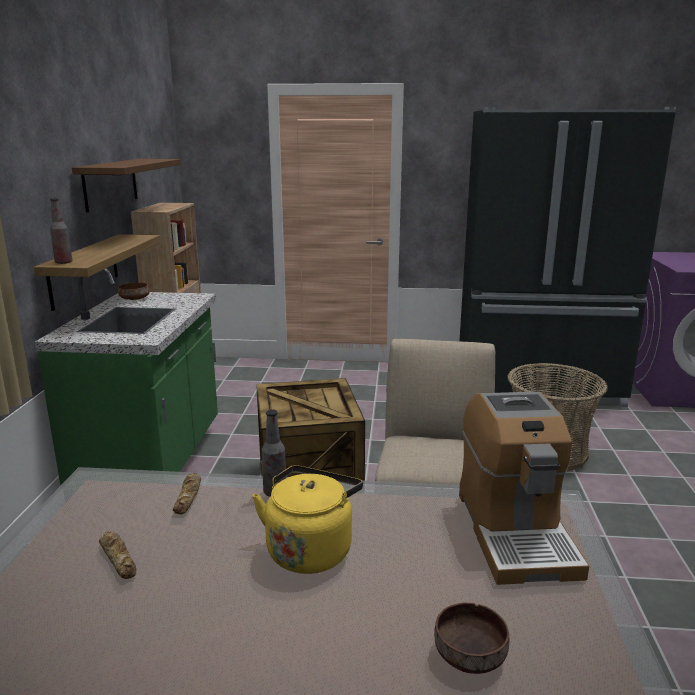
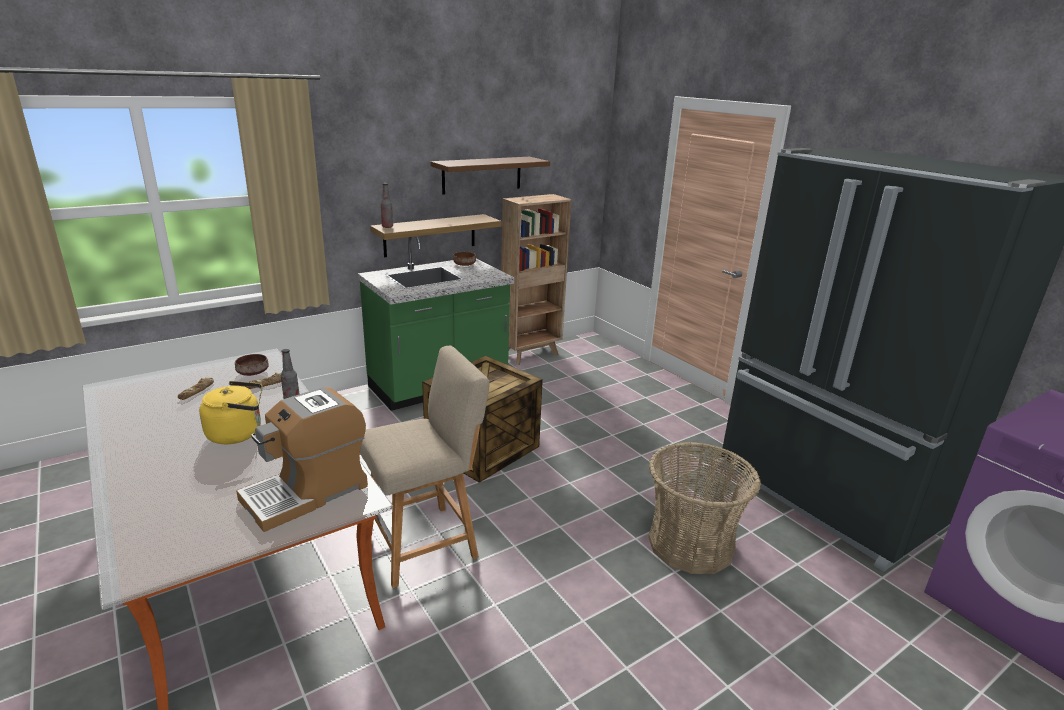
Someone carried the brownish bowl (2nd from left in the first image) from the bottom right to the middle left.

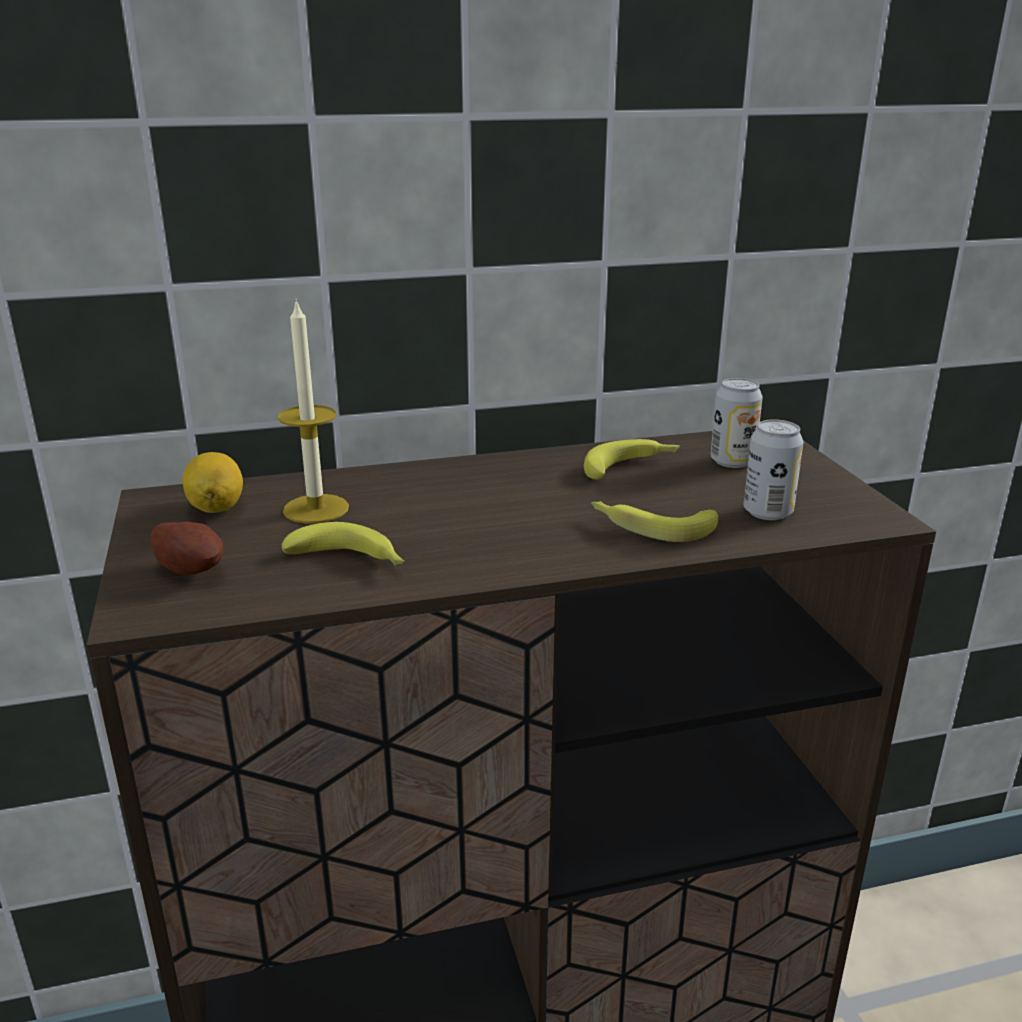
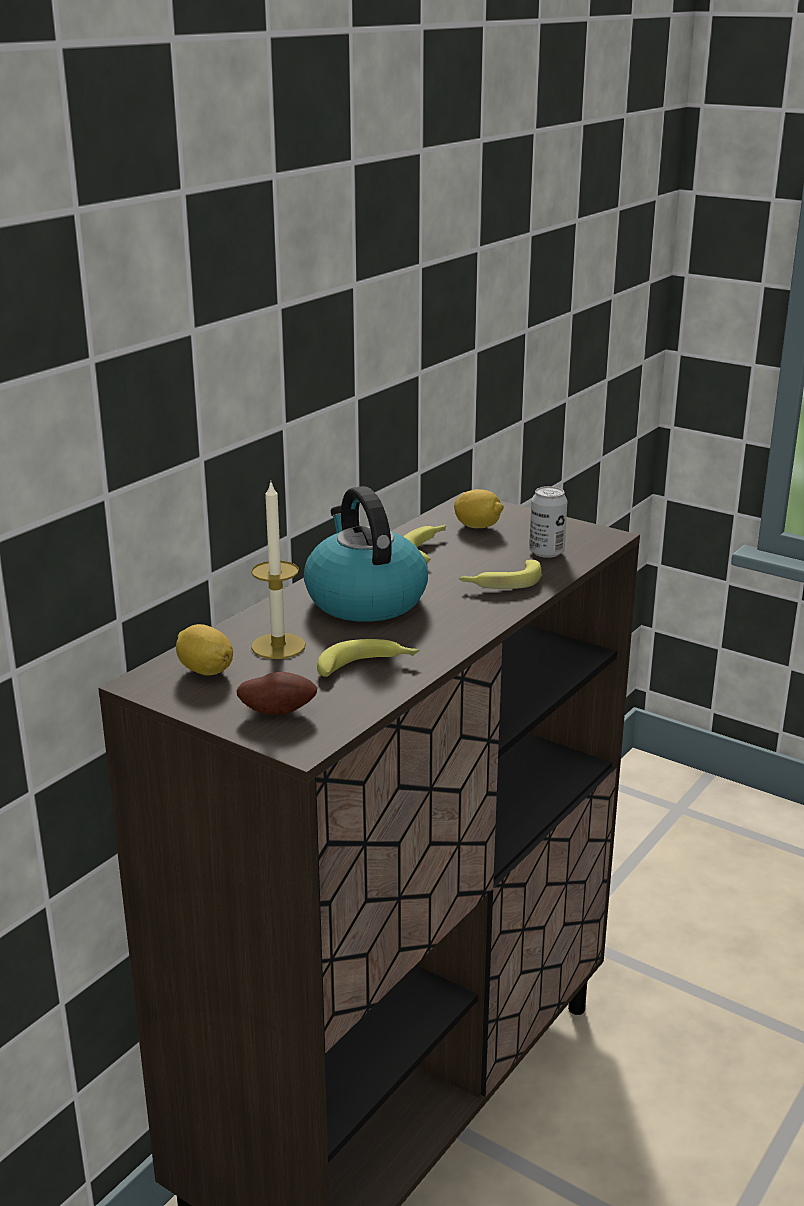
Someone swapped the sealed can (1st from left) at the middle right for the citrus fruit (2nd from left) at the centre.
Someone put down the water kettle at the centre.

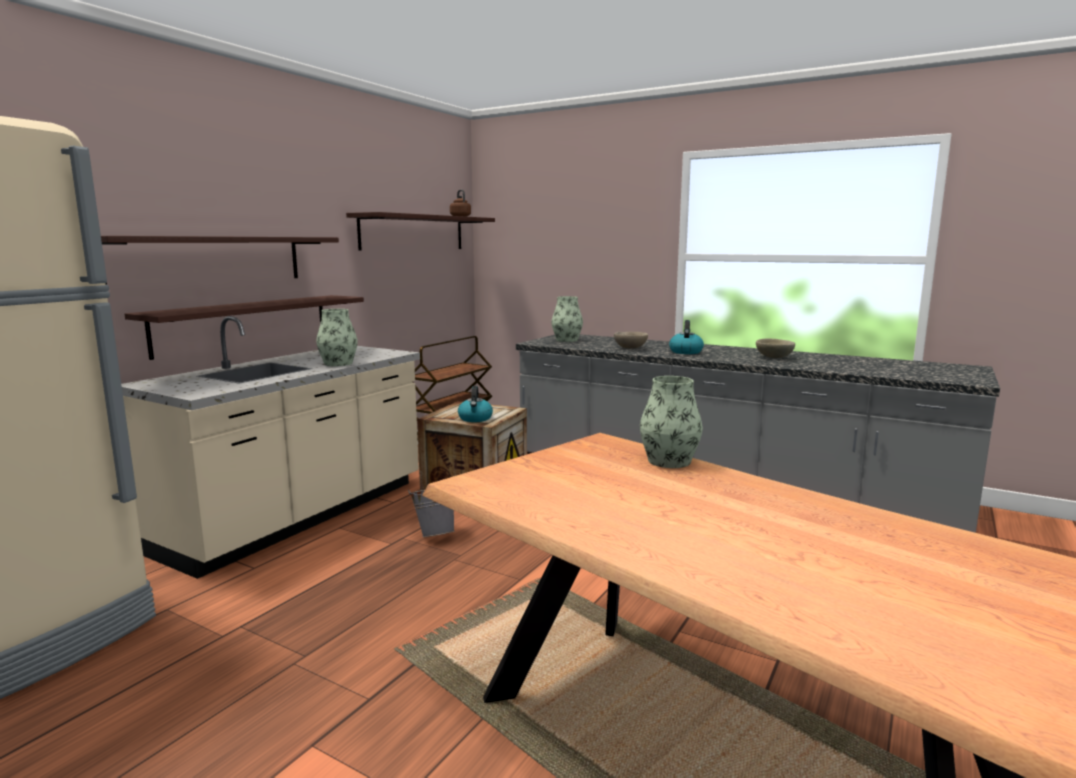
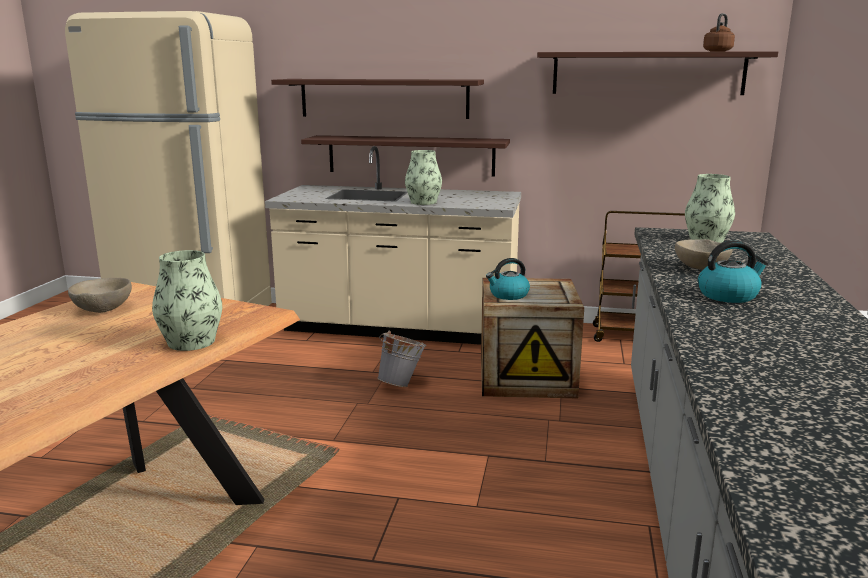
Someone carried the beige-coloured bowl (2nd from left in the first image) from the middle right to the middle left.

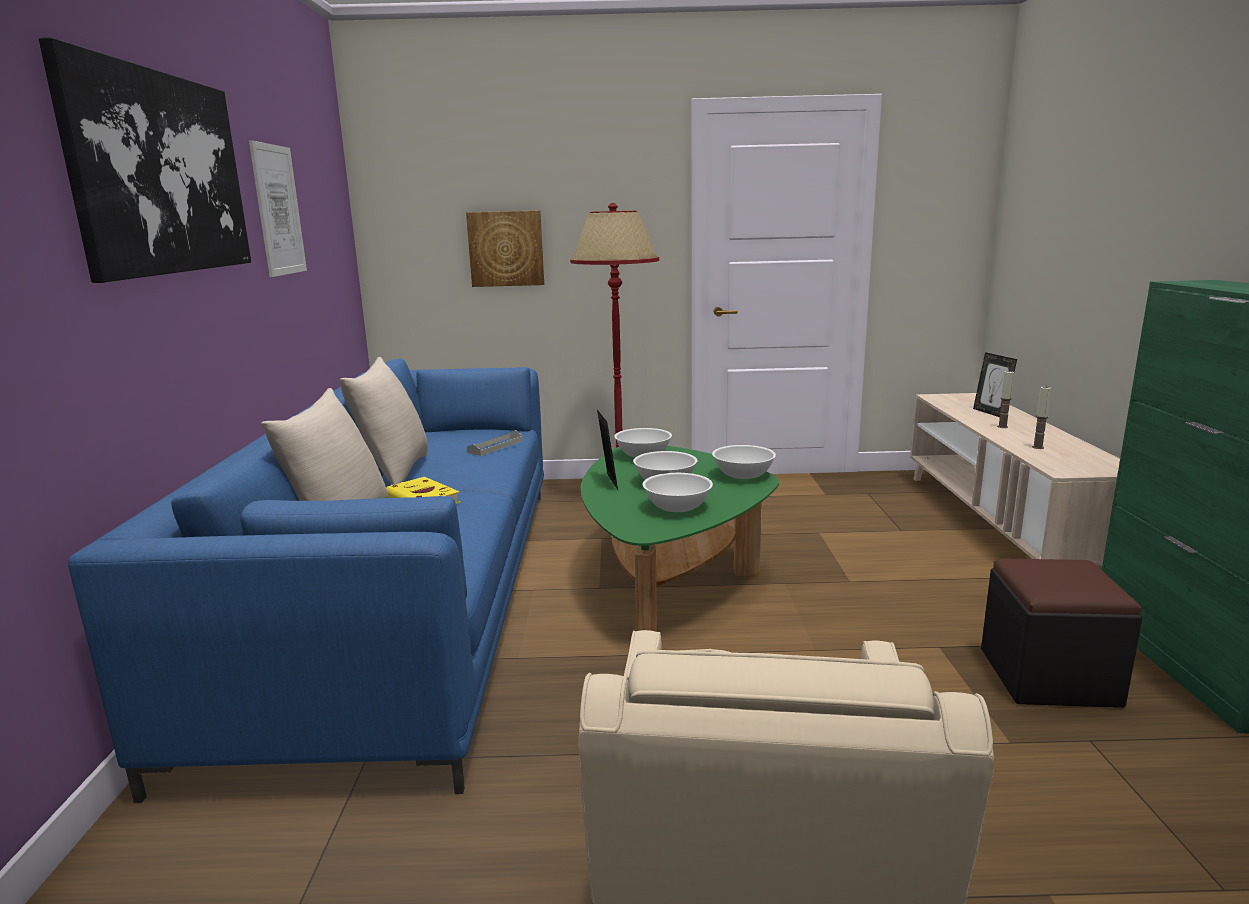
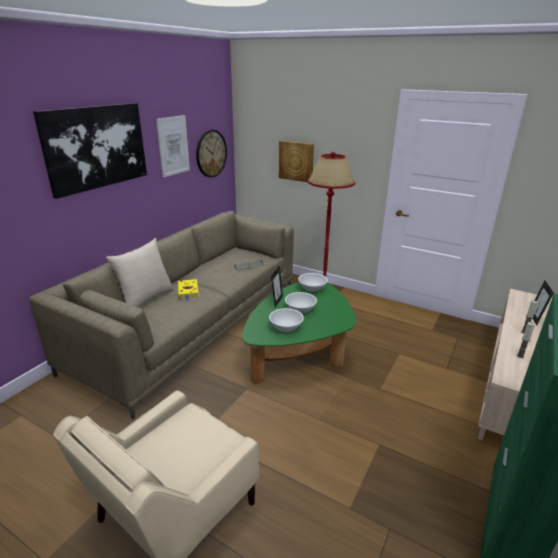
Someone took away the beige-coloured throw pillow (2nd from left) at the middle left.
Someone repainted the blue-coloured sofa at the middle left, which became the beige-coloured sofa at the middle left.
Someone took away the whitish bowl (4th from left) at the centre.
Someone took away the black-coloured pouffe at the bottom right.
Someone put up the hanging clock at the top centre.

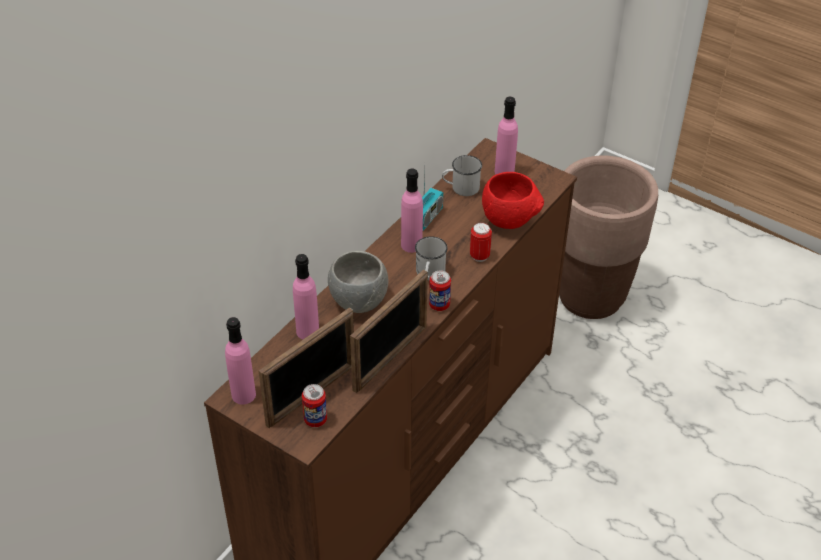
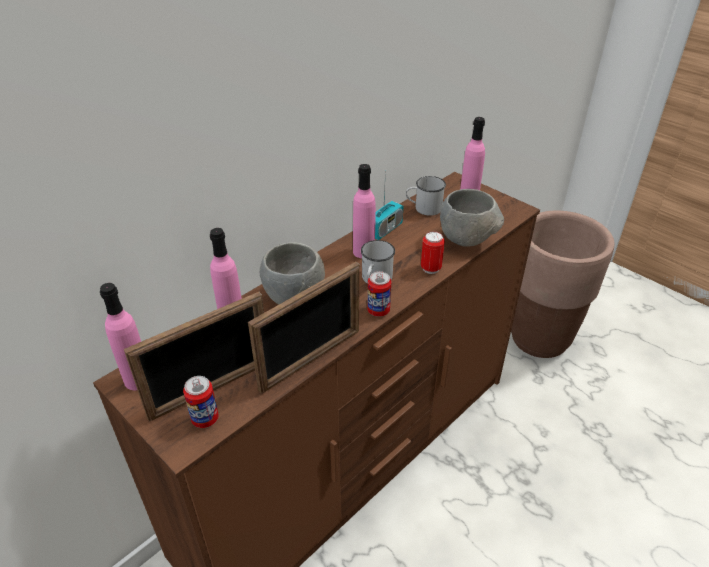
Someone repainted the red-coloured bowl at the centre, which became the greyish bowl (2nd from left) at the centre.

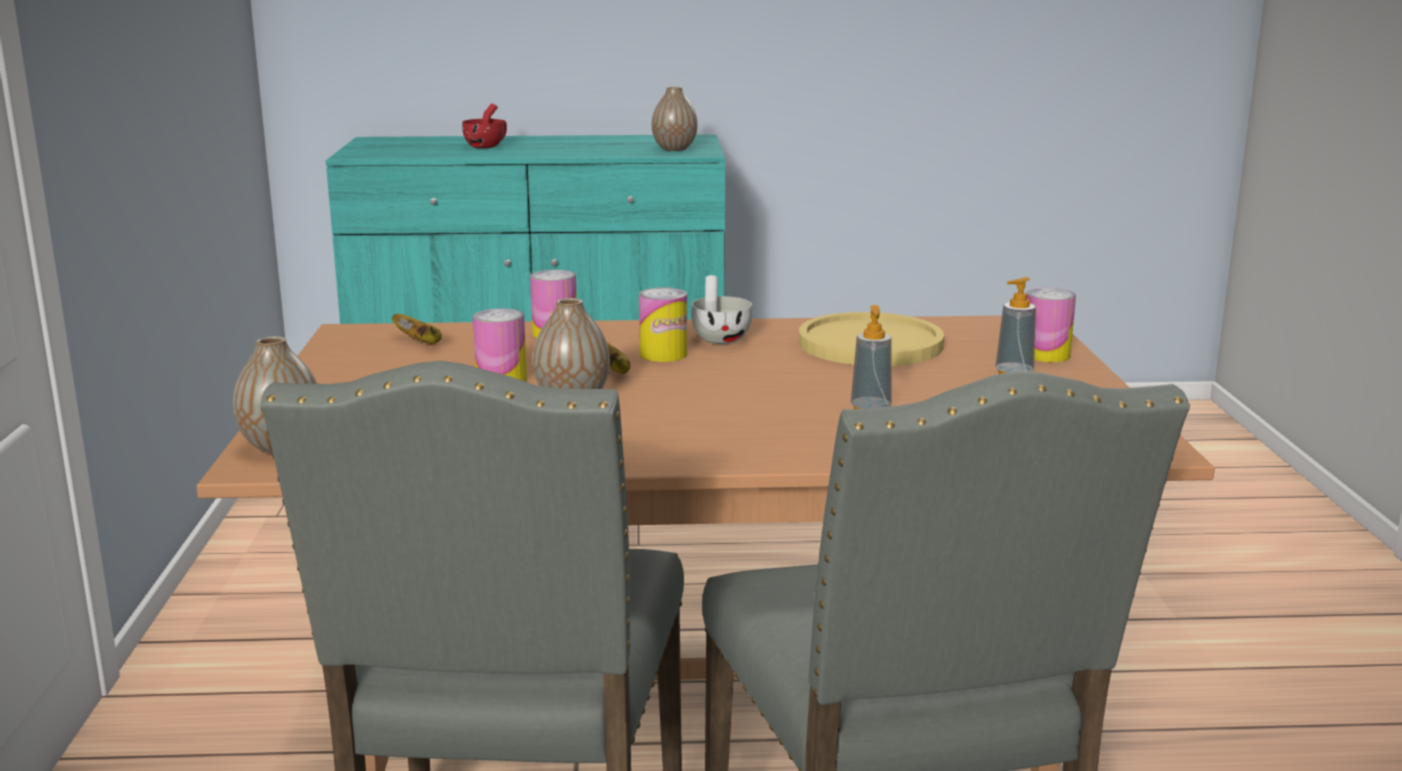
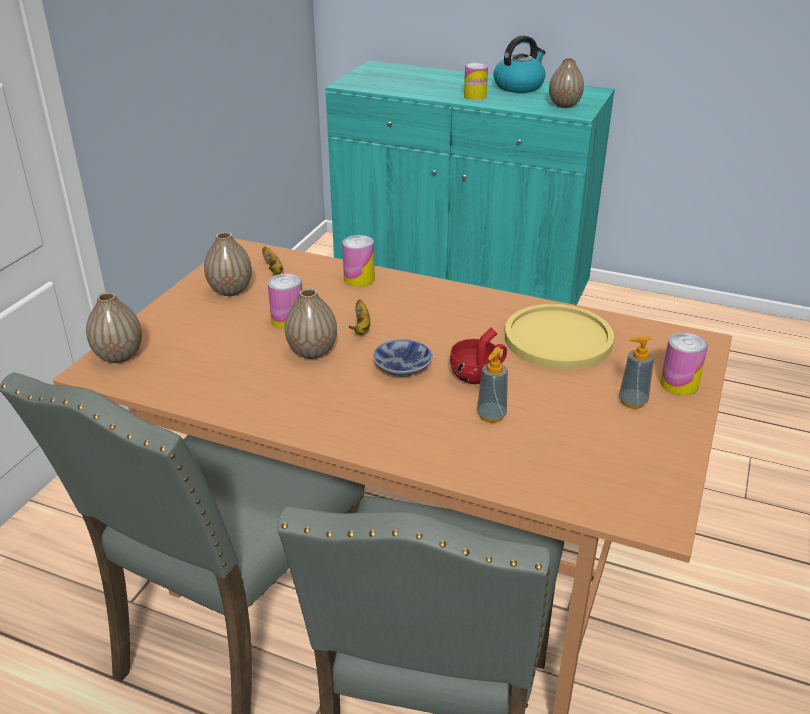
Someone carried the red-coloured small cup from the top centre to the centre.
Someone took away the whitish small cup at the centre.
Someone carried the sealed can (3rd from left) from the centre to the top centre.
Someone put down the water kettle at the top centre.
Someone put down the decorative vase (2nd from left) at the middle left.
Someone put down the bowl at the centre.

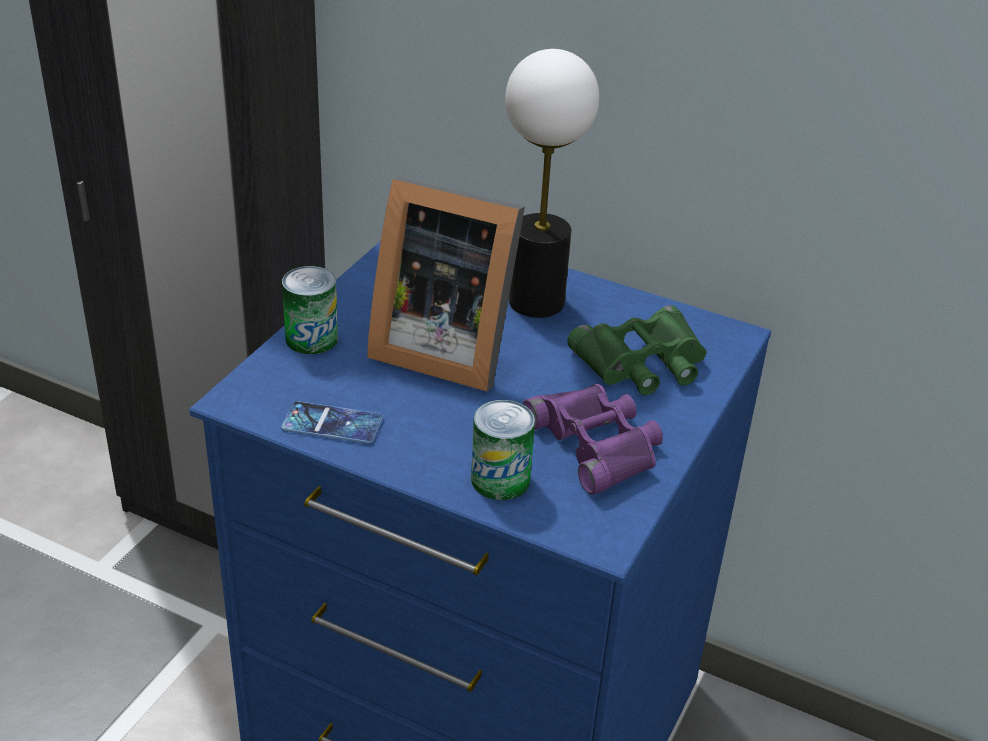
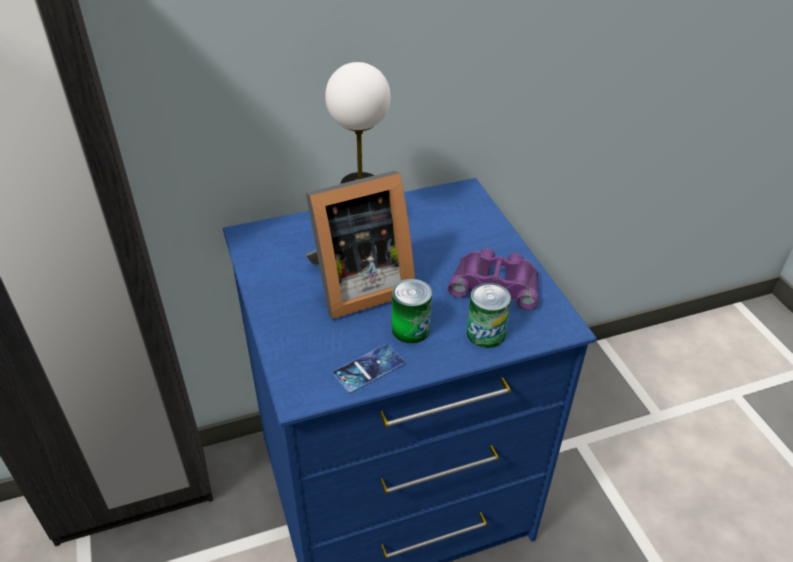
Someone carried the sealed can (1st from left) from the middle left to the centre.
Someone took away the greenish binoculars at the centre.

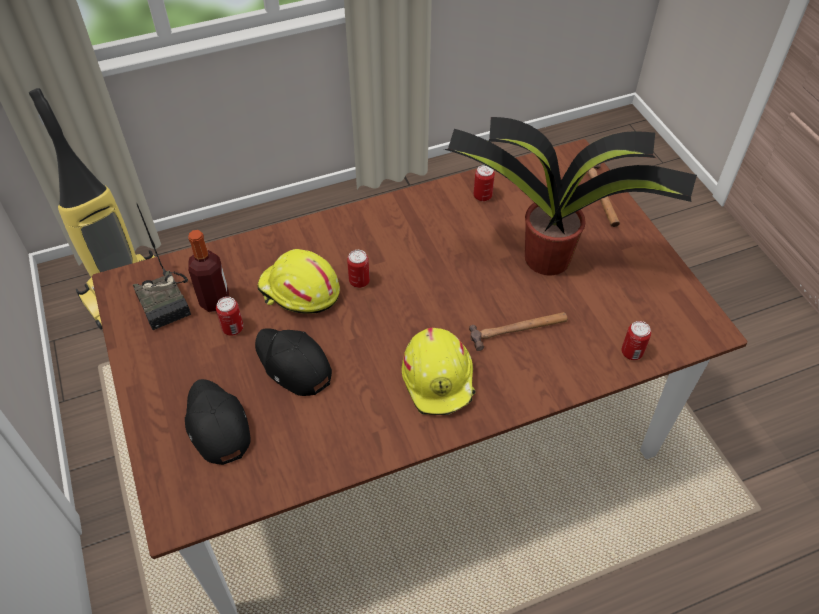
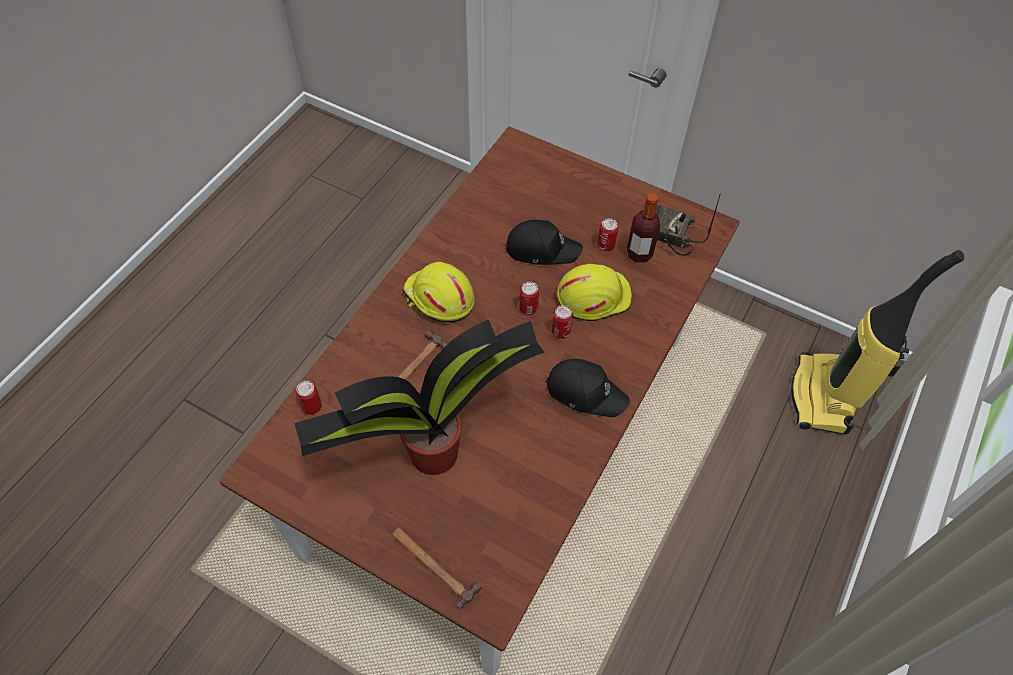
Someone carried the sealed can (3rd from left in the first image) from the top centre to the centre.
Someone carried the black-coloured baseball cap (1st from left in the first image) from the bottom left to the centre.

